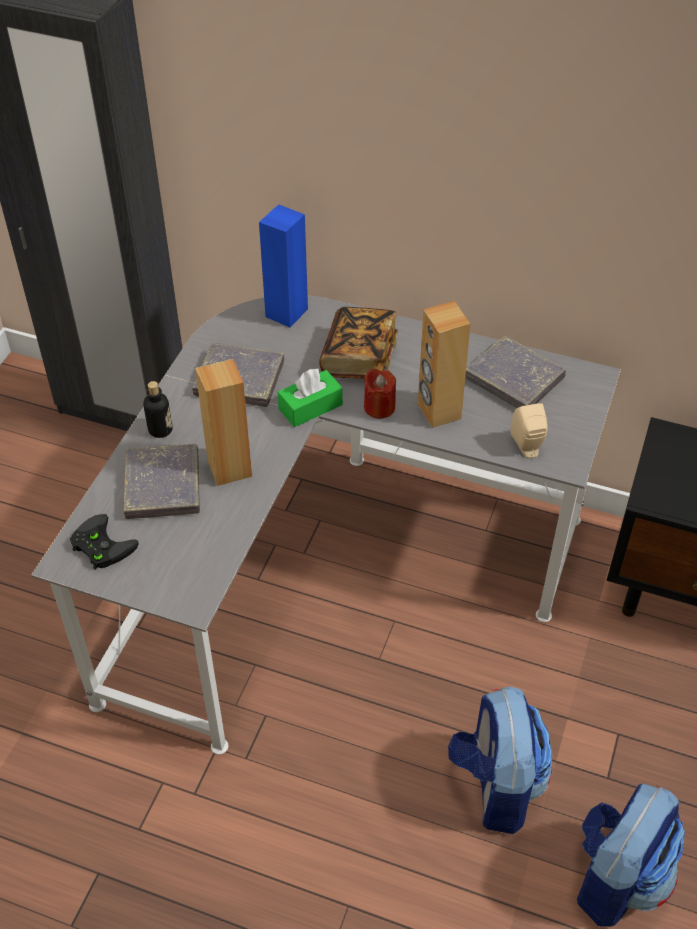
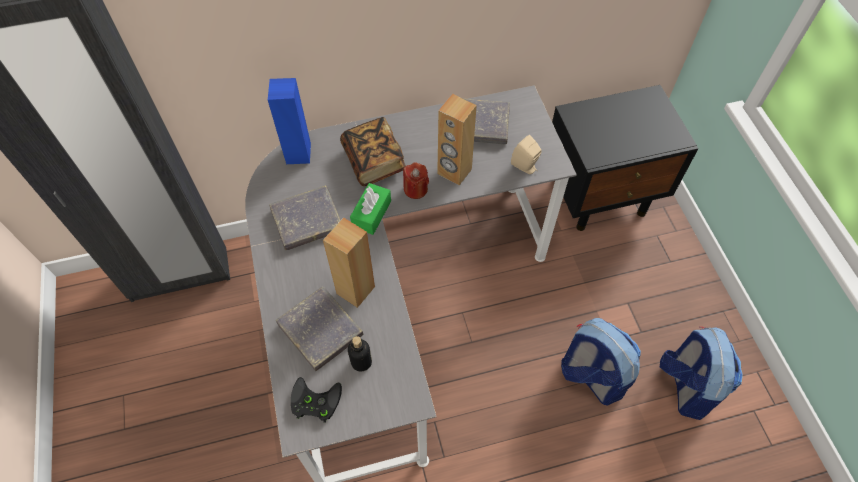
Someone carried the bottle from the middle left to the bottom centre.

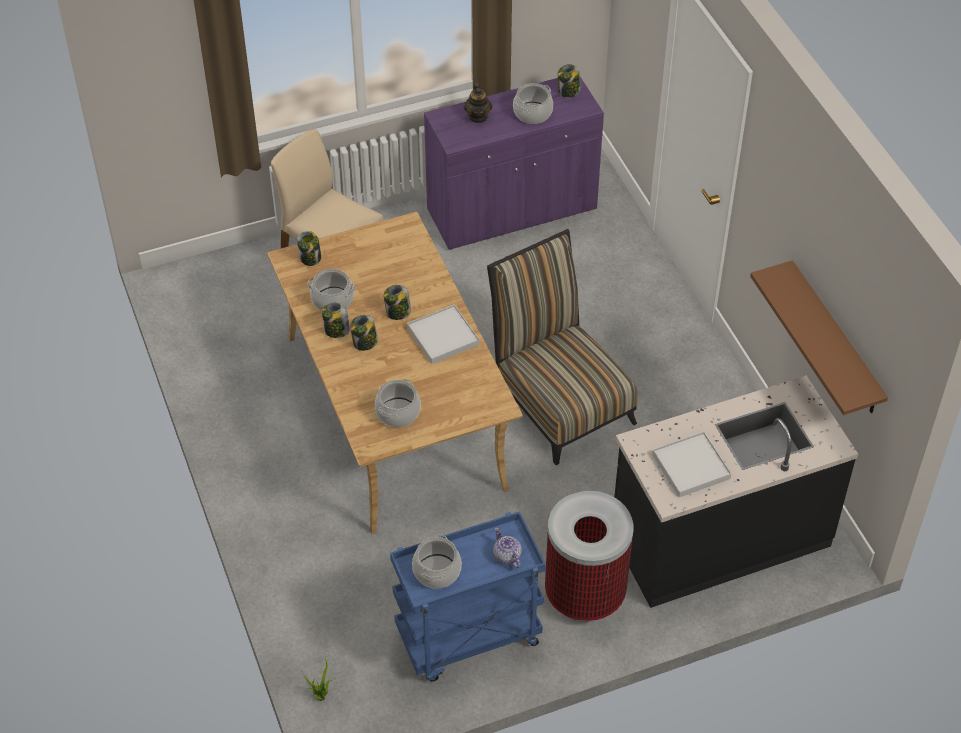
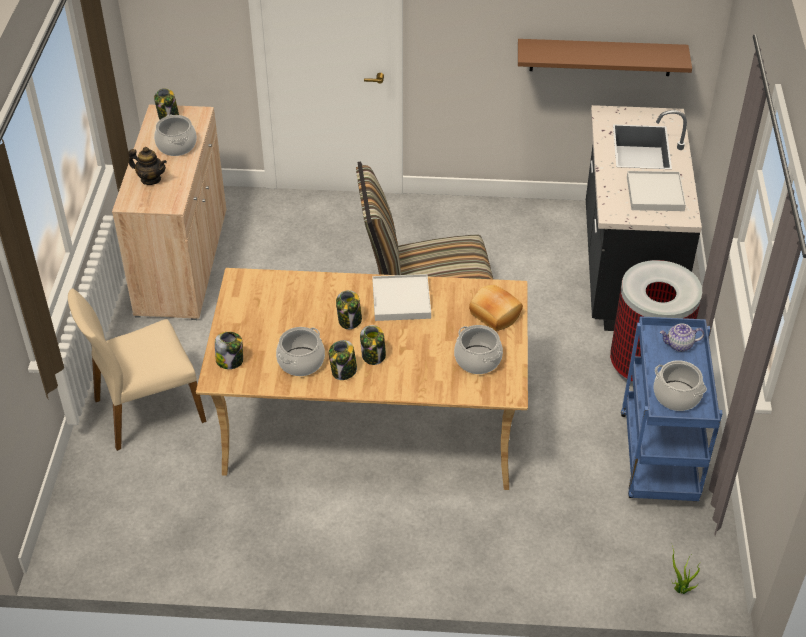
Someone repainted the purple-coloured cabinet at the top centre, which became the beige-coloured cabinet at the top left.
Someone put down the bread at the centre.

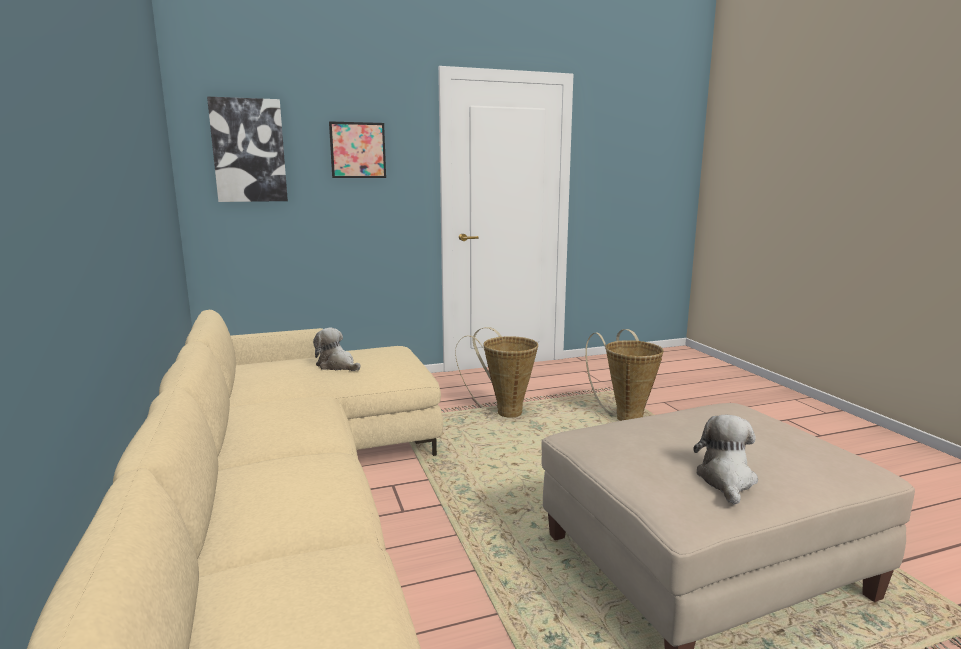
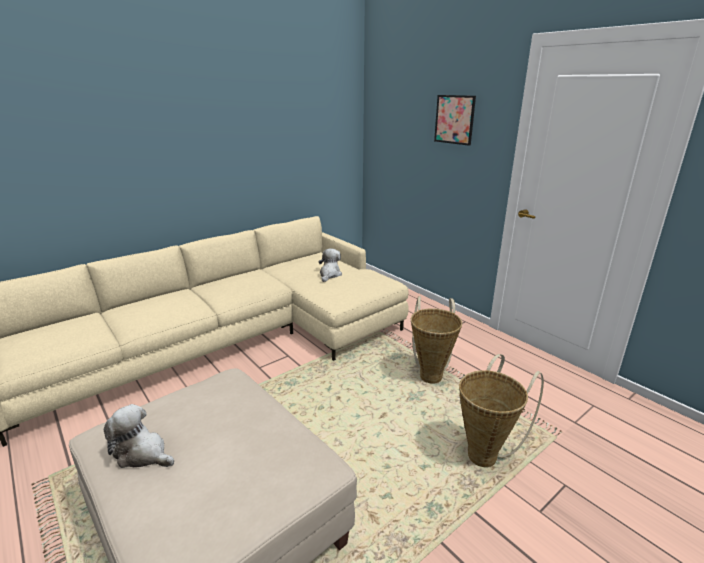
Someone took away the wall picture (1st from left) at the top left.
Someone rotated the cuddly toy (2nd from left in the first image) at the bottom right by 150 degrees counterclockwise.

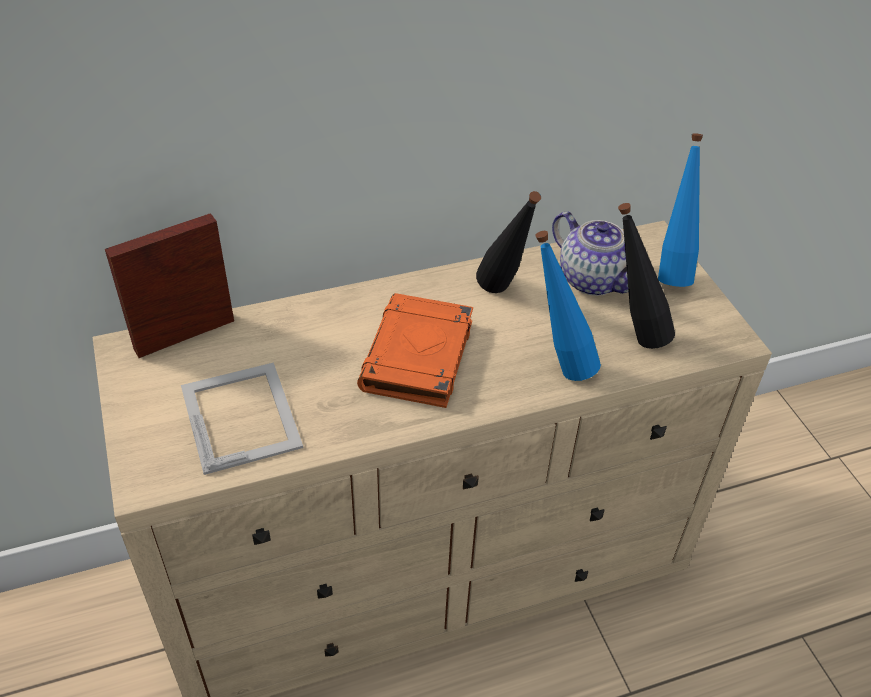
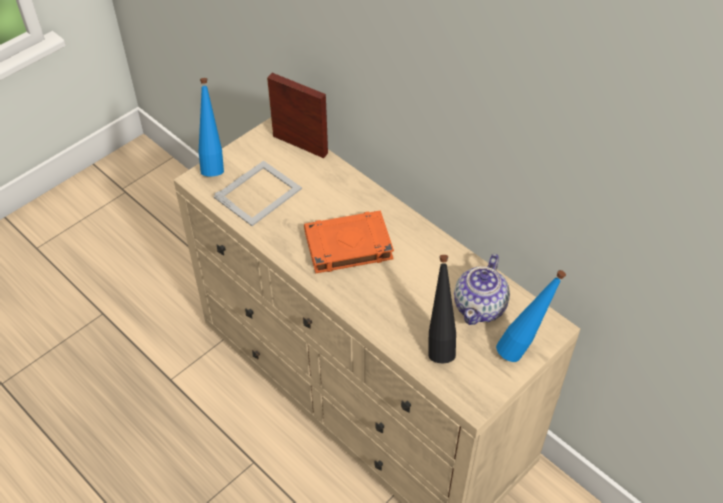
Someone took away the black-coloured bottle (1st from left) at the centre.
Someone carried the blue-coloured bottle (1st from left) from the centre to the top left.

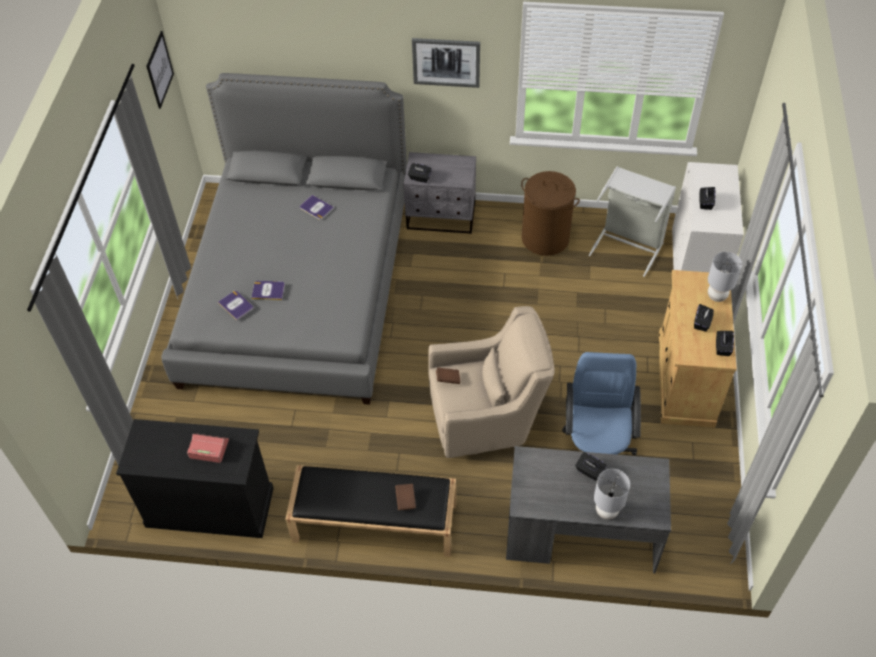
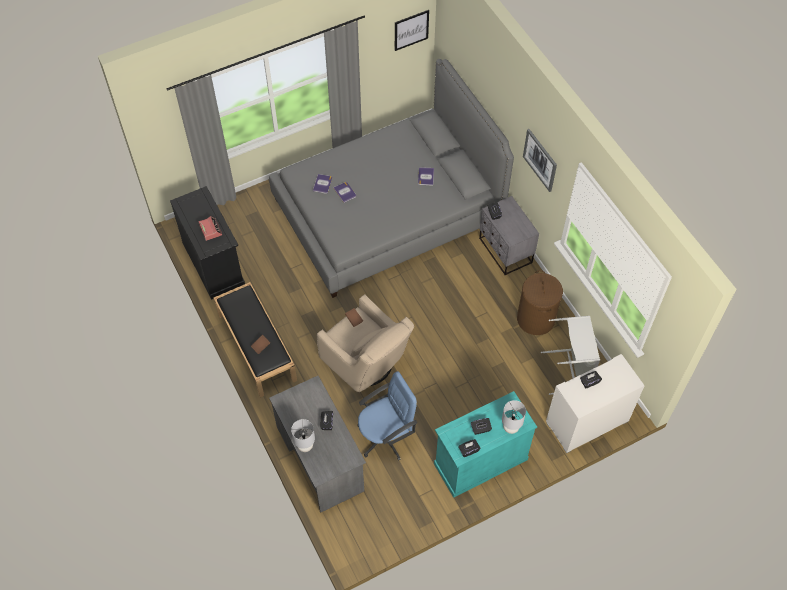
Someone repainted the beige-coloured cabinet at the middle right, which became the turquoise cabinet at the bottom centre.

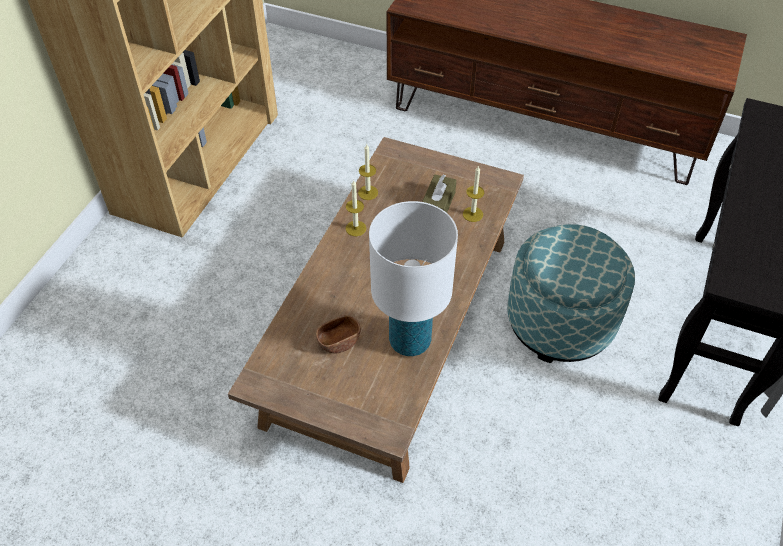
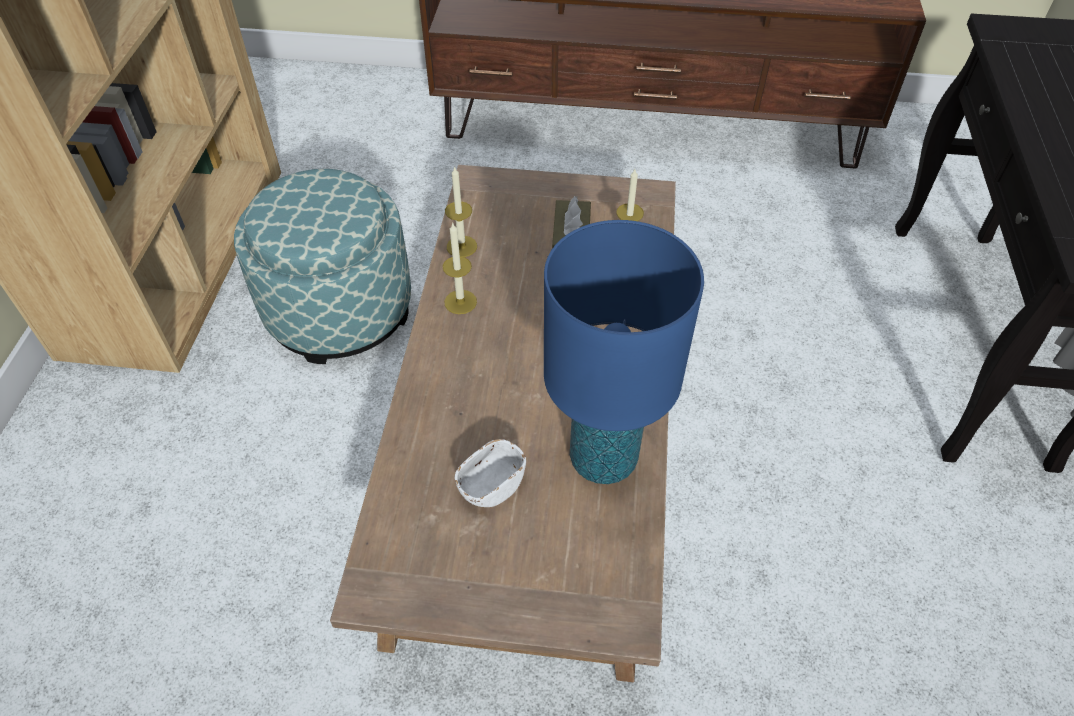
Someone repainted the whitish lamp for a table at the centre, which became the blue-coloured lamp for a table at the centre.
Someone carried the pouffe from the middle right to the middle left.
Someone repainted the brownish bowl at the centre, which became the whitish bowl at the centre.

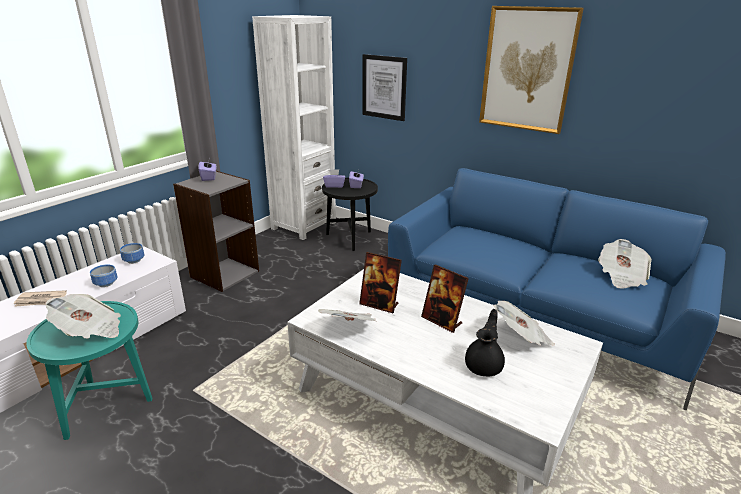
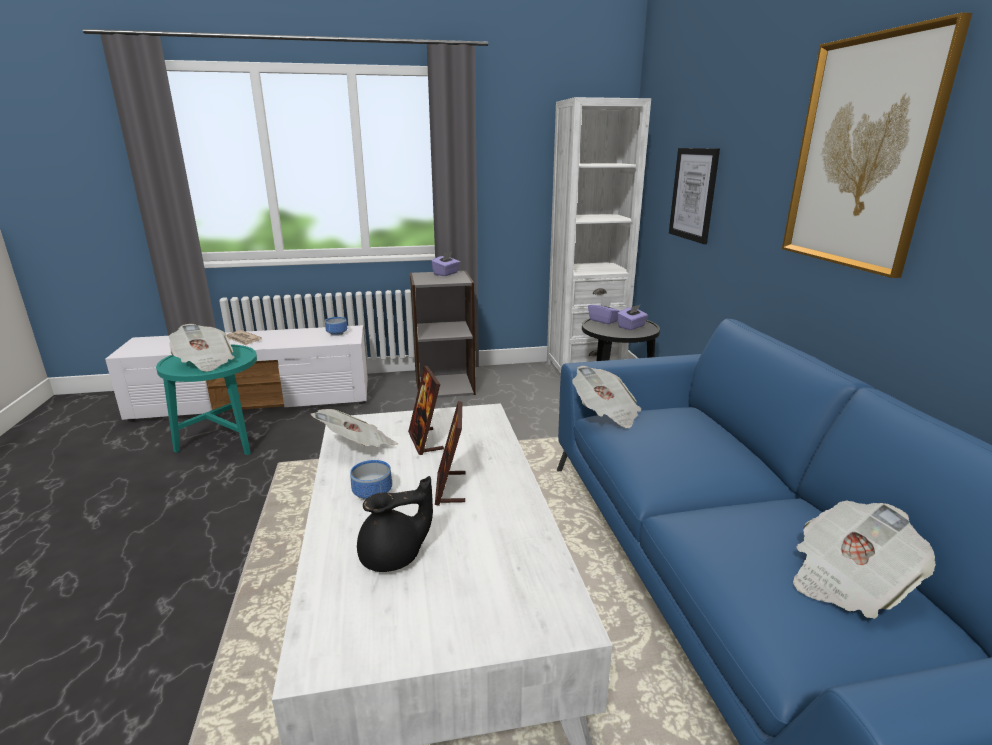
Someone carried the bowl (1st from left in the first image) from the middle left to the centre.
Someone carried the printed paper (4th from left) from the middle right to the centre.

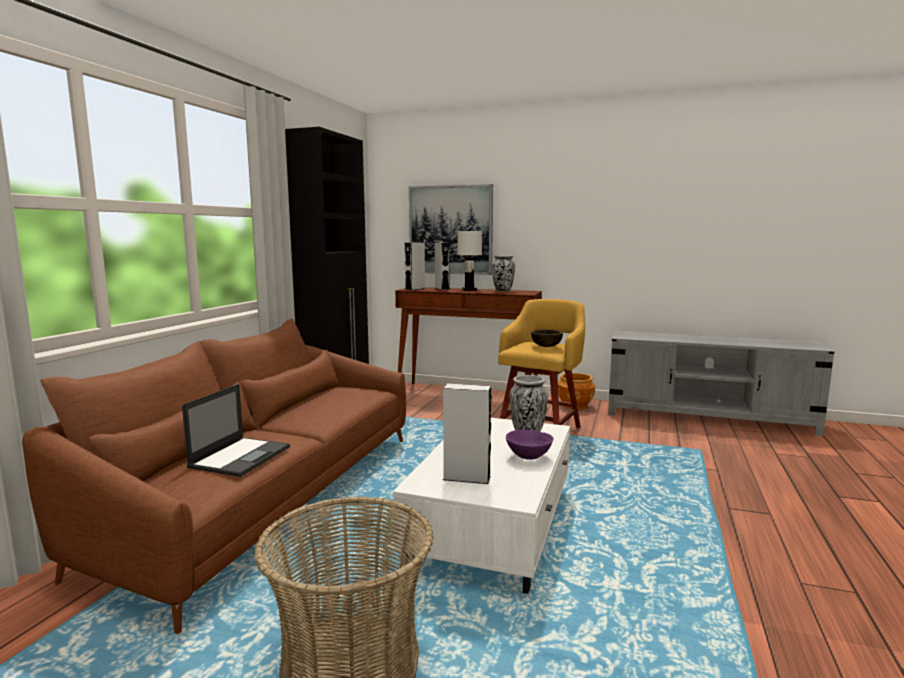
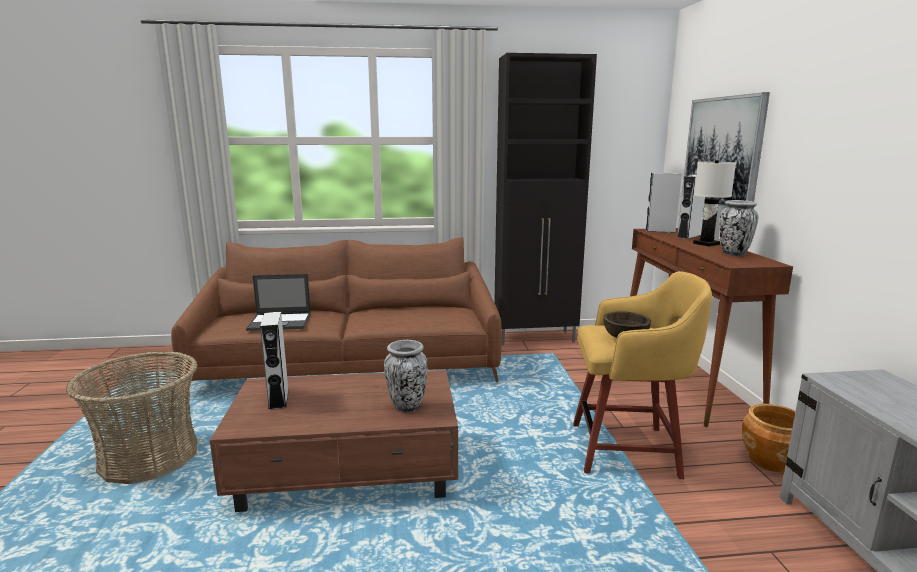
Someone repainted the whitish low table at the bottom centre, which became the brownish low table at the bottom centre.
Someone took away the purple-coloured bowl at the centre.

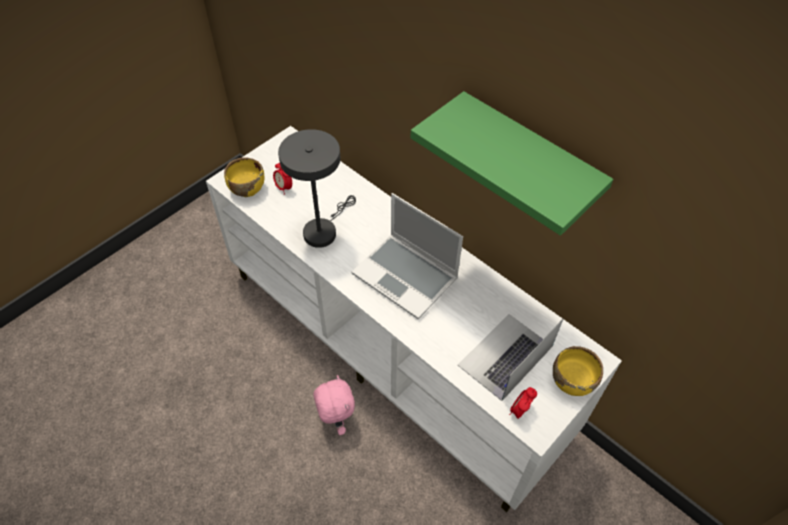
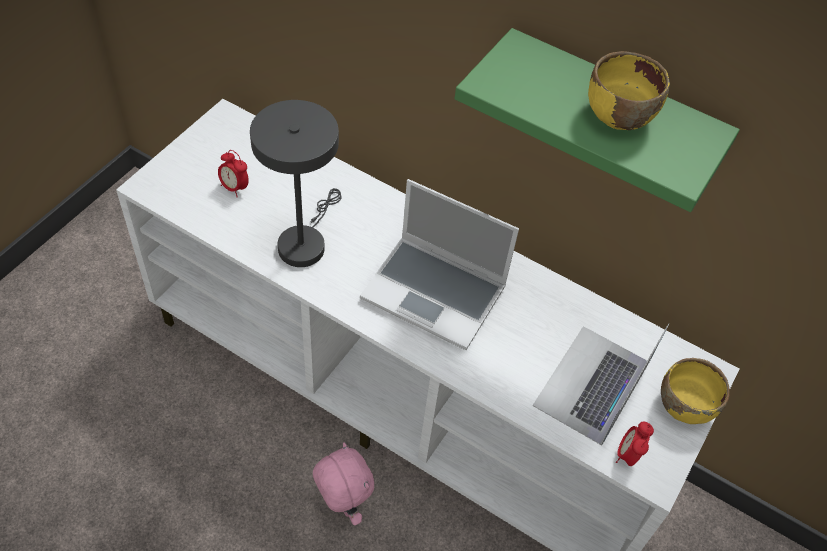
Someone carried the yellow bowl (1st from left) from the middle left to the top right.

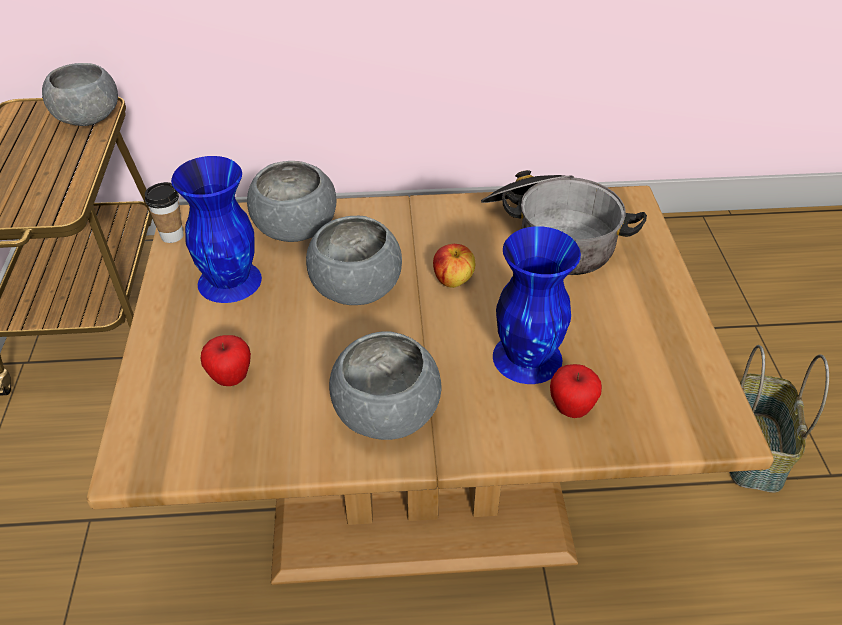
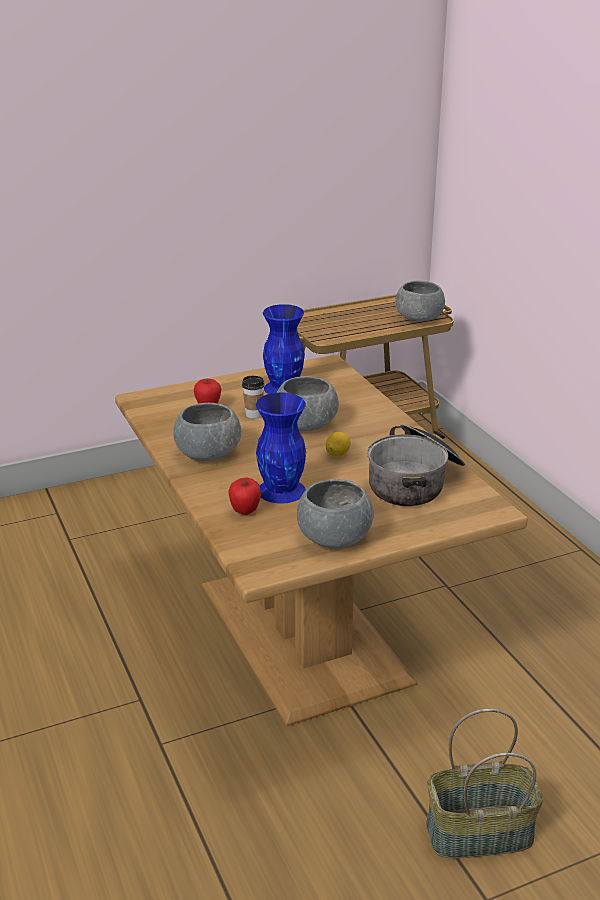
Someone carried the greyish bowl (2nd from left in the first image) from the top centre to the centre.
Someone carried the small cup from the middle left to the centre.
Someone swapped the whole apple (2nd from left) at the centre for the citrus fruit at the centre.

